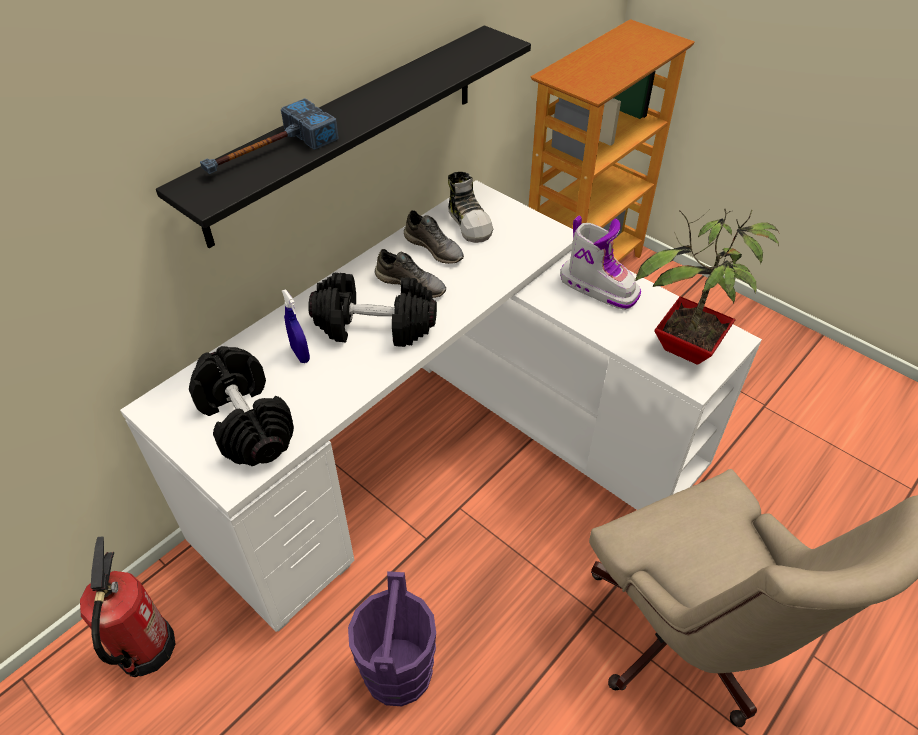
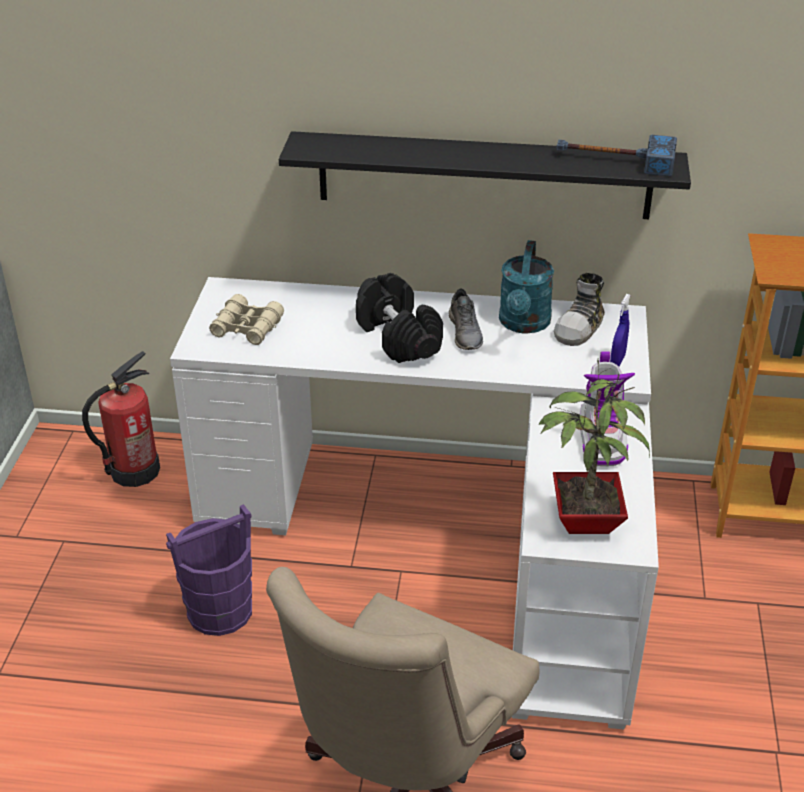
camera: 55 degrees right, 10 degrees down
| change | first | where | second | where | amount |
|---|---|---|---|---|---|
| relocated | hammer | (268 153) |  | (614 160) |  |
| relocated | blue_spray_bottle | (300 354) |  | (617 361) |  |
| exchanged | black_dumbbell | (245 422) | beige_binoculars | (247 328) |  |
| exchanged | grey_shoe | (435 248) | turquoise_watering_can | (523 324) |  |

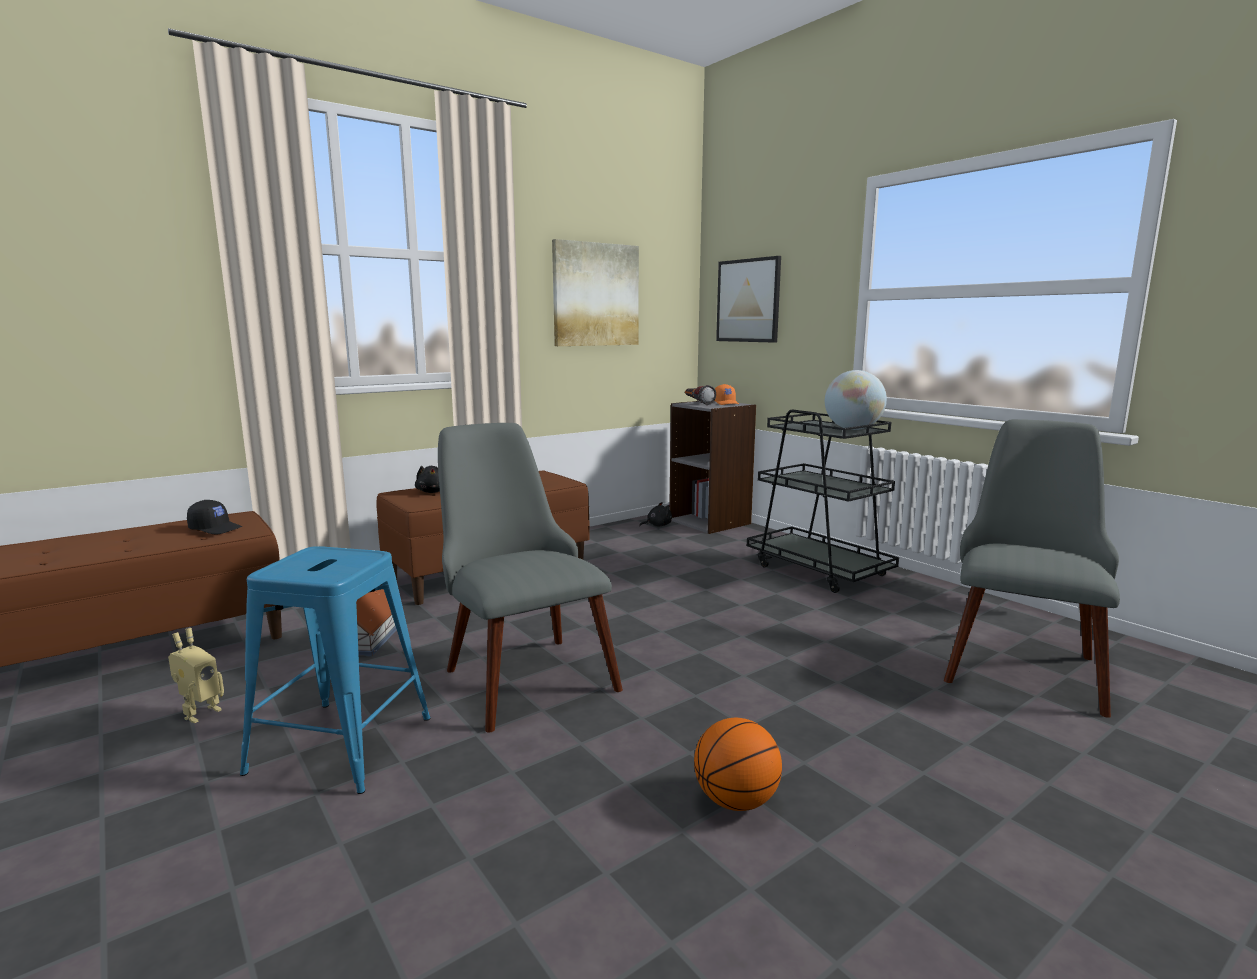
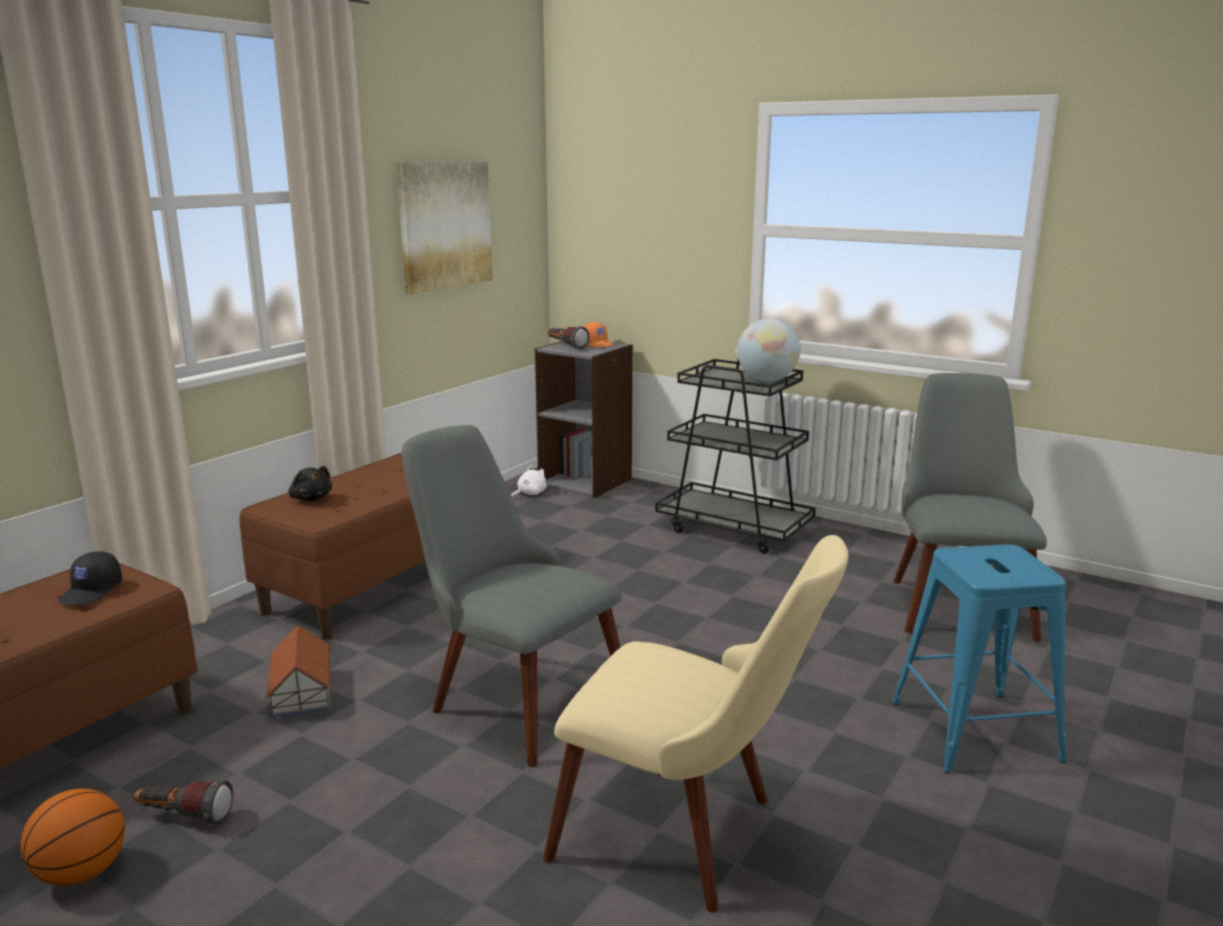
camera: 20 degrees left, 5 degrees up
| change | first | where | second | where | amount |
|---|---|---|---|---|---|
| missing | picture | (748 300) |  |  |  |
| appeared |  |  | beige_chair | (690 835) |  |
| relocated | blue_stool | (341 745) |  | (975 731) |  |
| relocated | basketball | (736 800) |  | (81 873) |  |
| exchanged | toy_robot | (199 713) | flashlight | (184 817) |  |
| colour | black_plush_toy | (657 525) | white_plush_toy | (530 494) |  |
| spun | black_cap | (216 528) |  | (92 592) | 105 degrees clockwise |

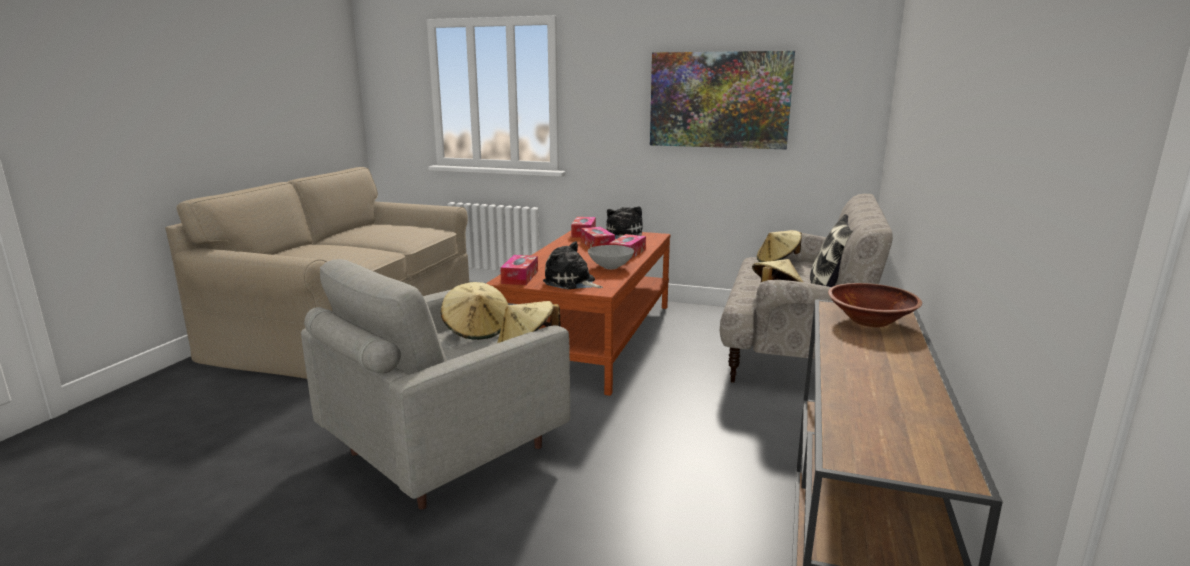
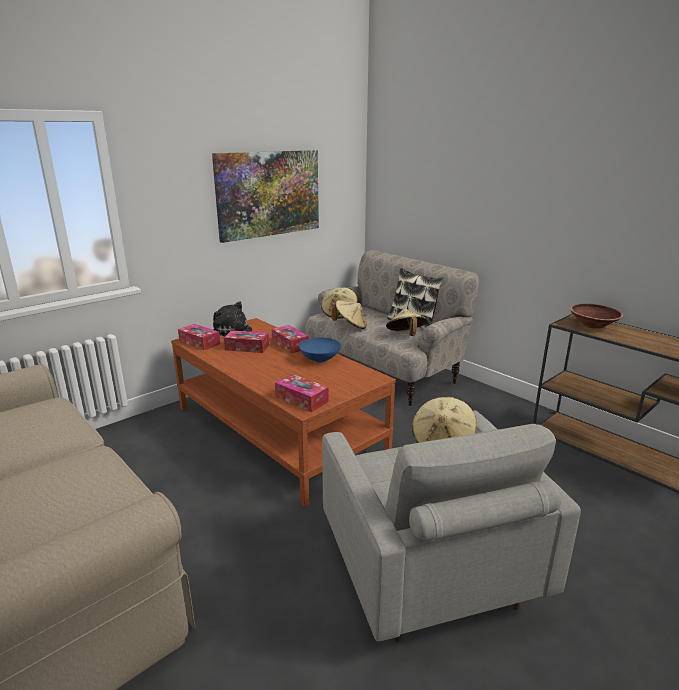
camera: 60 degrees left, 5 degrees up
| change | first | where | second | where | amount |
|---|---|---|---|---|---|
| missing | plush_toy | (571 283) |  |  |  |
| relocated | beige_hat | (477 330) |  | (350 326) |  |
| colour | grey_bowl | (610 267) | blue_bowl | (319 359) |  |

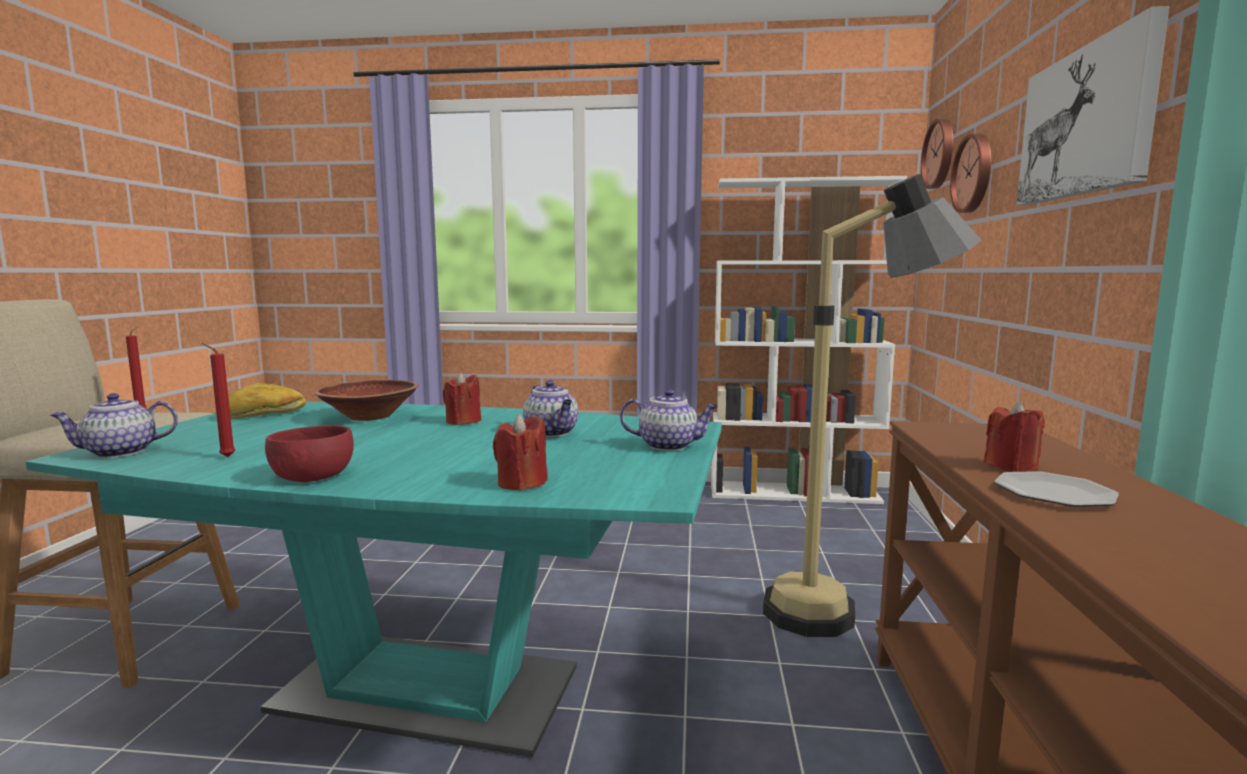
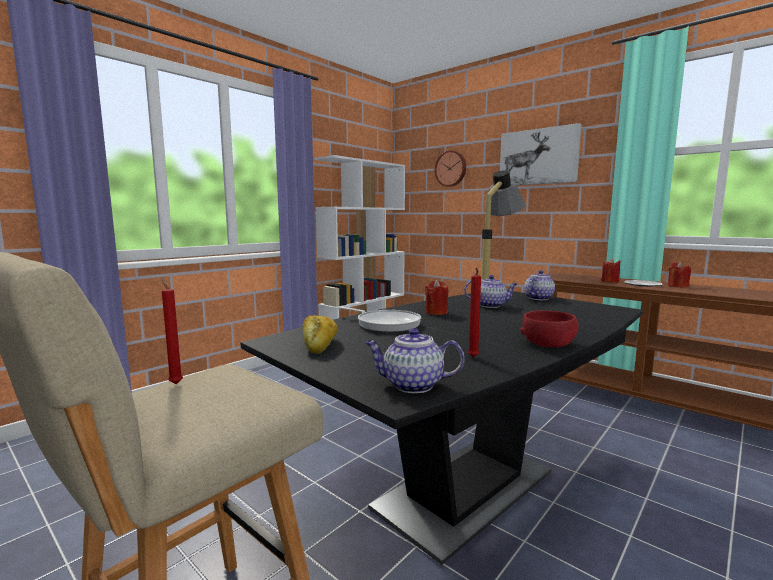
camera: 55 degrees left, 0 degrees up
| change | first | where | second | where | amount |
|---|---|---|---|---|---|
| missing | wall_clock | (940 154) |  |  |  |
| relocated | red_candle | (522 483) |  | (677 286) |  |
| exchanged | brown_bowl | (370 417) | frying_pan | (385 324) |  |
| colour | turquoise_dining_table | (427 690) | black_dining_table | (465 490) |  |
| spun | teapot | (119 452) |  | (412 385) | 90 degrees clockwise |

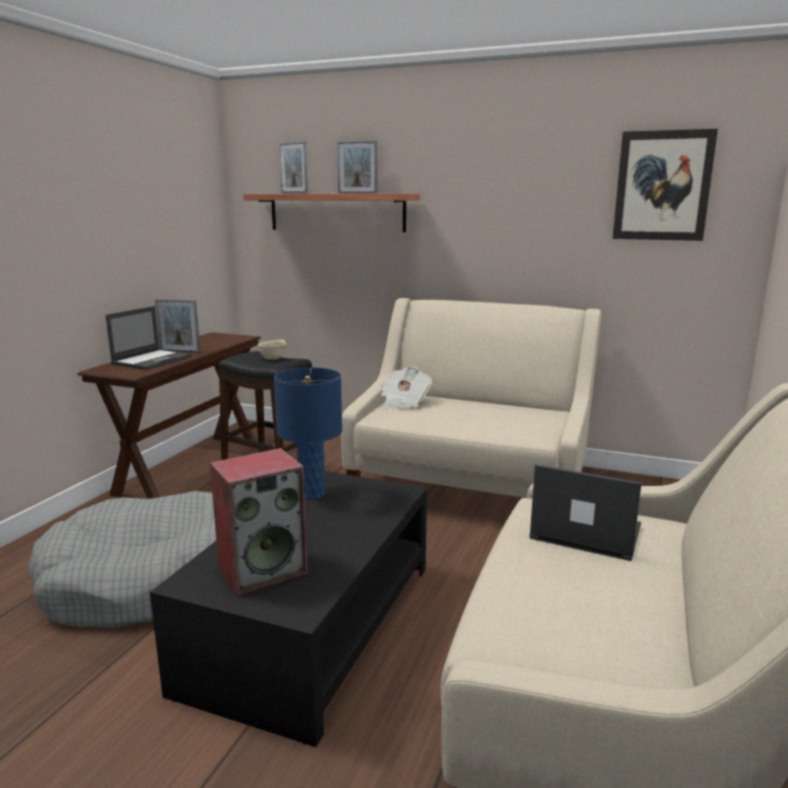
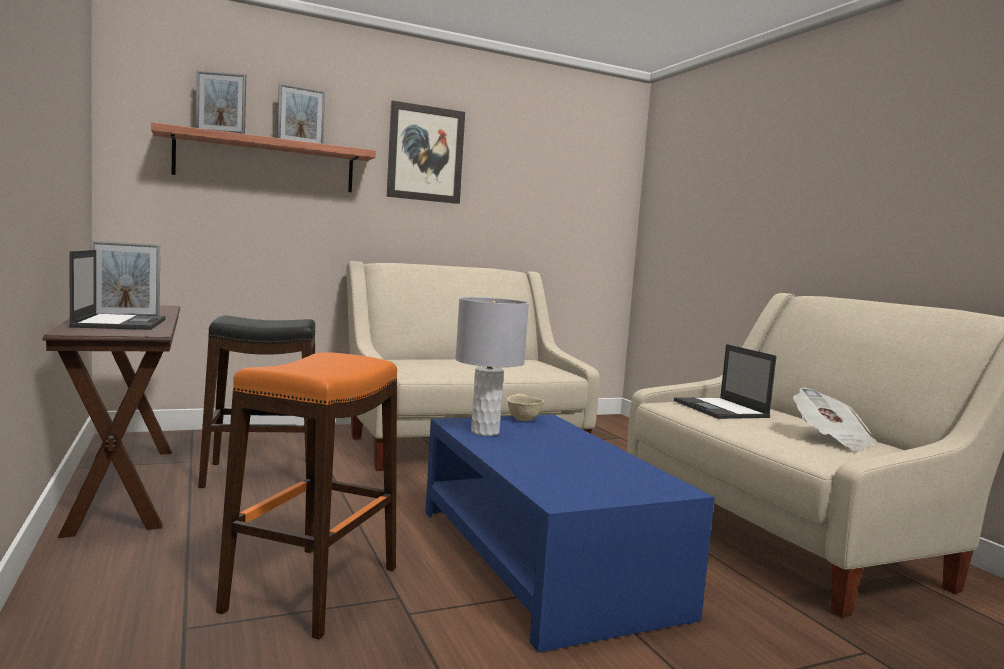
camera: 45 degrees left, 10 degrees down
| change | first | where | second | where | amount |
|---|---|---|---|---|---|
| missing | speaker | (263 570) |  |  |  |
| relocated | beige_bowl | (273 358) |  | (522 419) |  |
| relocated | newspaper | (404 402) |  | (831 440) |  |
| relocated | picture | (662 186) |  | (425 154) |  |
| exchanged | grey_dog_bed | (147 580) | orange_stool | (313 588) |  |
| colour | black_coffee_table | (313 625) | blue_coffee_table | (543 560) |  |
| colour | blue_table_lamp | (312 494) | grey_table_lamp | (485 432) |  |
| spun | laptop | (584 532) |  | (721 409) | 90 degrees counterclockwise |

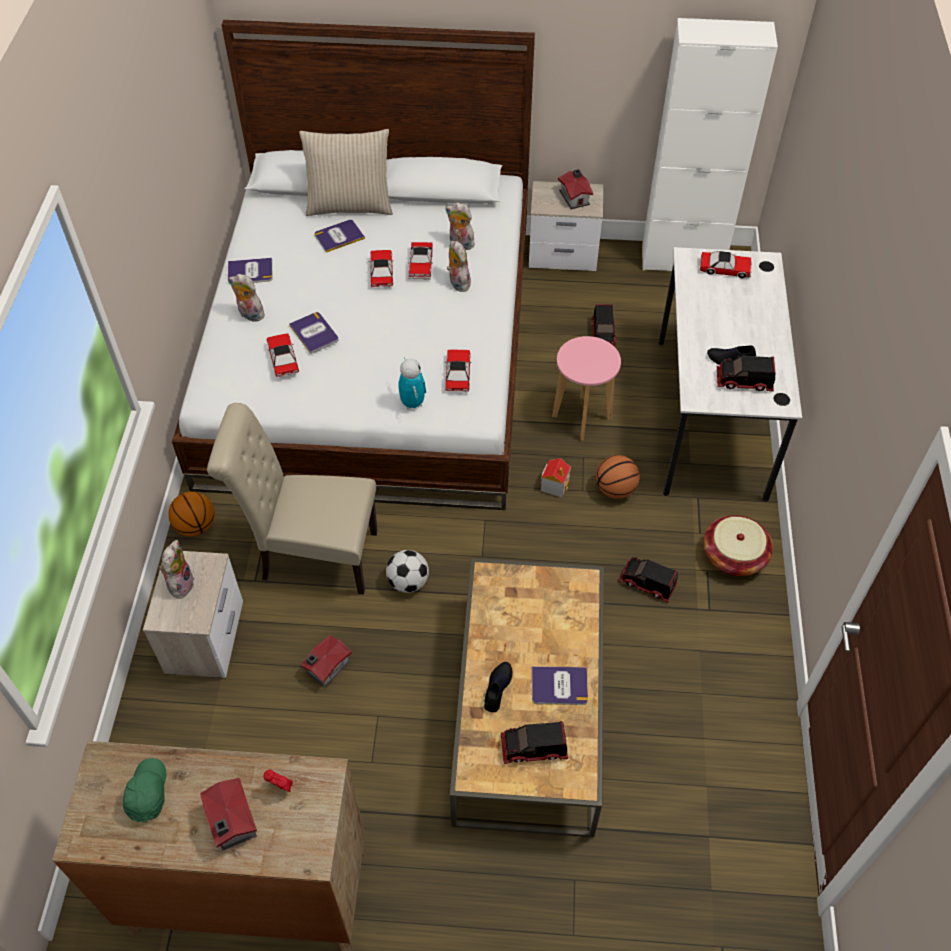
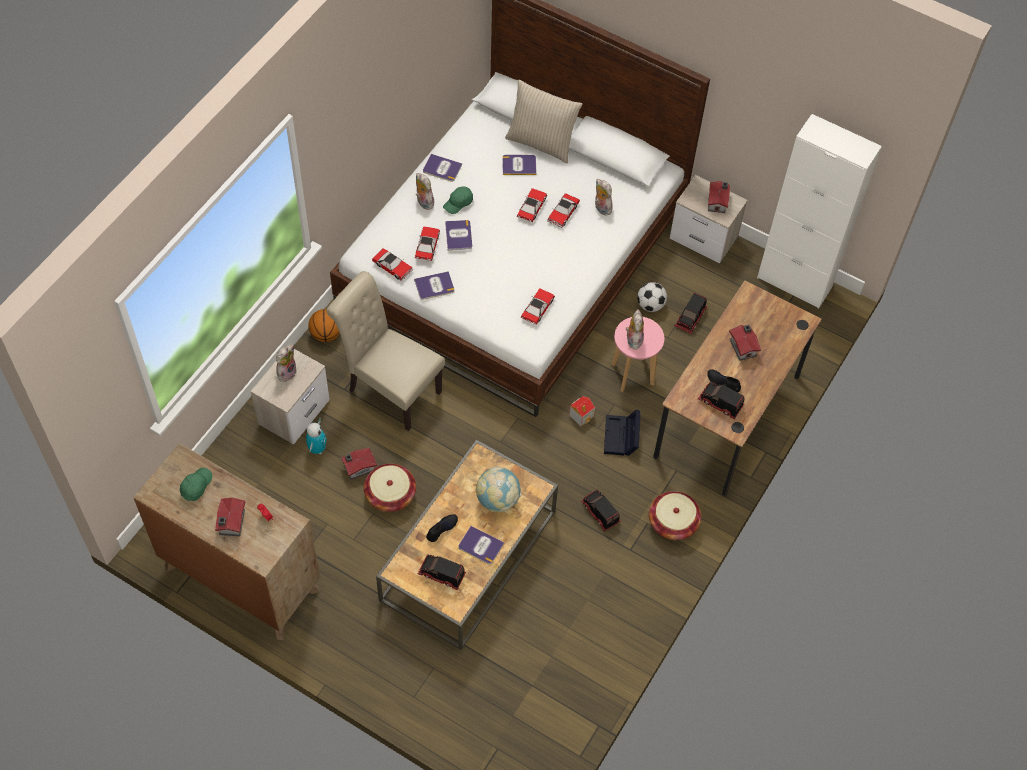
camera: 25 degrees right, 5 degrees up
| change | first | where | second | where | amount |
|---|---|---|---|---|---|
| appeared |  |  | basket | (390 495) |  |
| appeared |  |  | book | (434 286) |  |
| appeared |  |  | green_cap | (458 203) |  |
| appeared |  |  | globe | (497 499) |  |
| appeared |  |  | toy_house | (743 347) |  |
| relocated | football | (408 582) |  | (650 305) |  |
| relocated | toy_robot | (412 403) |  | (317 449) |  |
| relocated | plush_toy | (457 283) |  | (633 339) |  |
| relocated | toy_car | (725 269) |  | (392 267) |  |
| exchanged | basketball | (615 489) | black_storage_box | (621 438) |  |
| colour | white_desk | (710 417) | brown_desk | (727 416) |  |

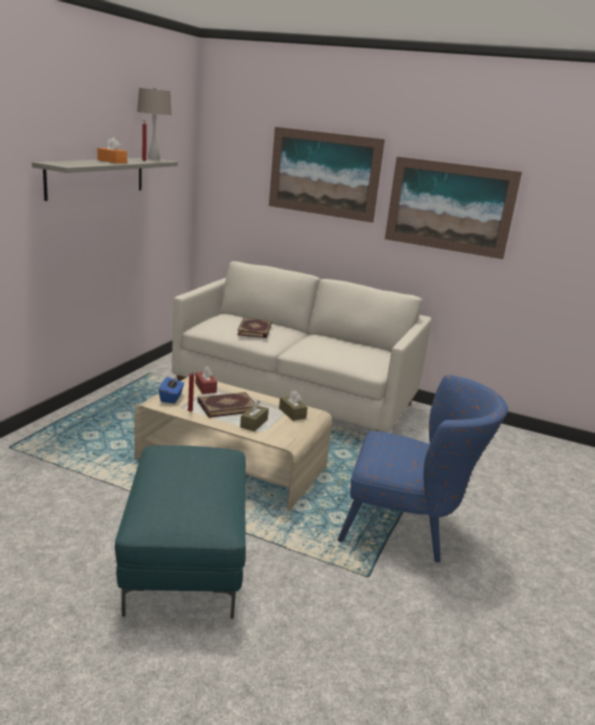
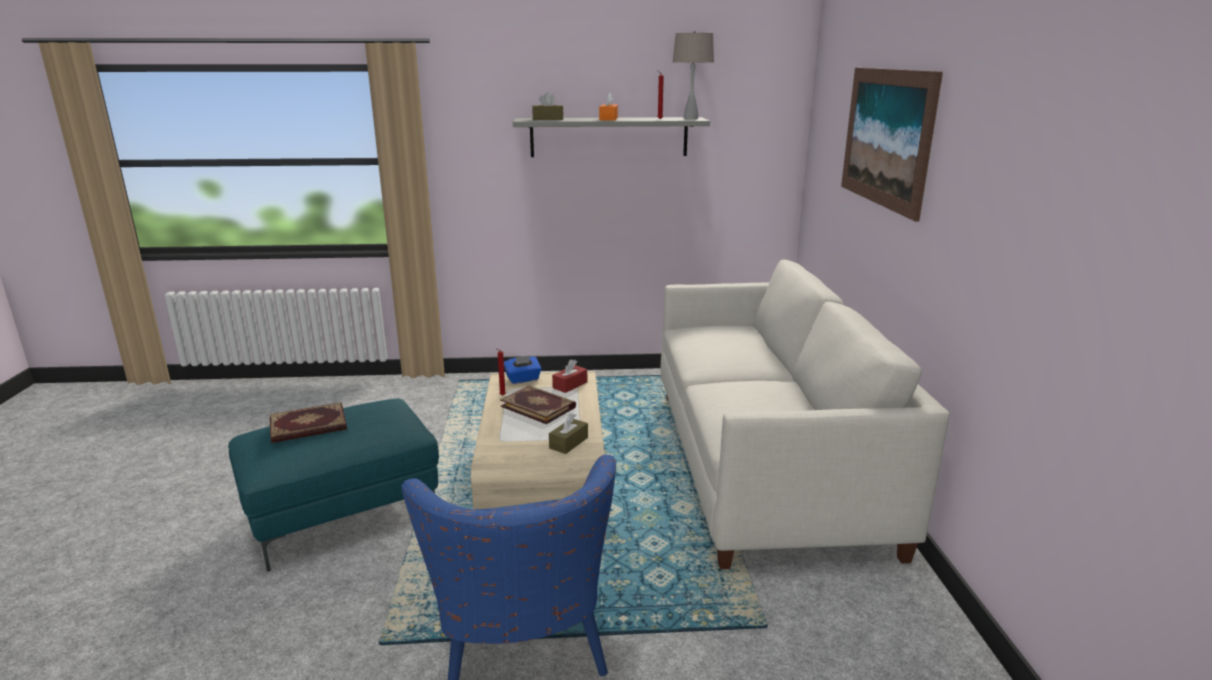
camera: 65 degrees right, 0 degrees up
| change | first | where | second | where | amount |
|---|---|---|---|---|---|
| missing | picture | (449 207) |  |  |  |
| relocated | book | (255 330) |  | (308 426) |  |
| relocated | brown_tissue_box | (254 423) |  | (548 119) |  |

